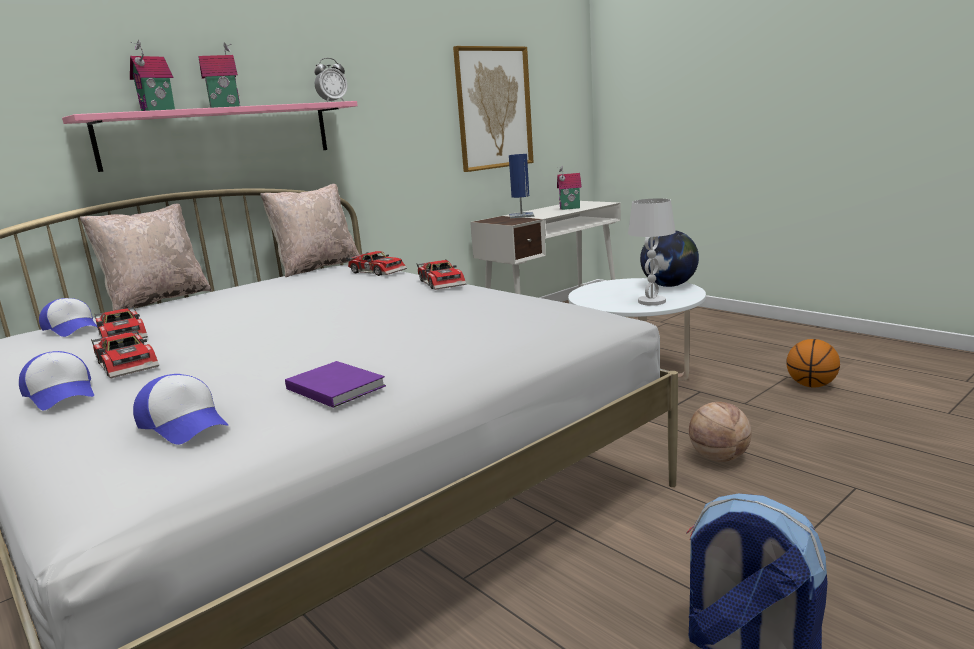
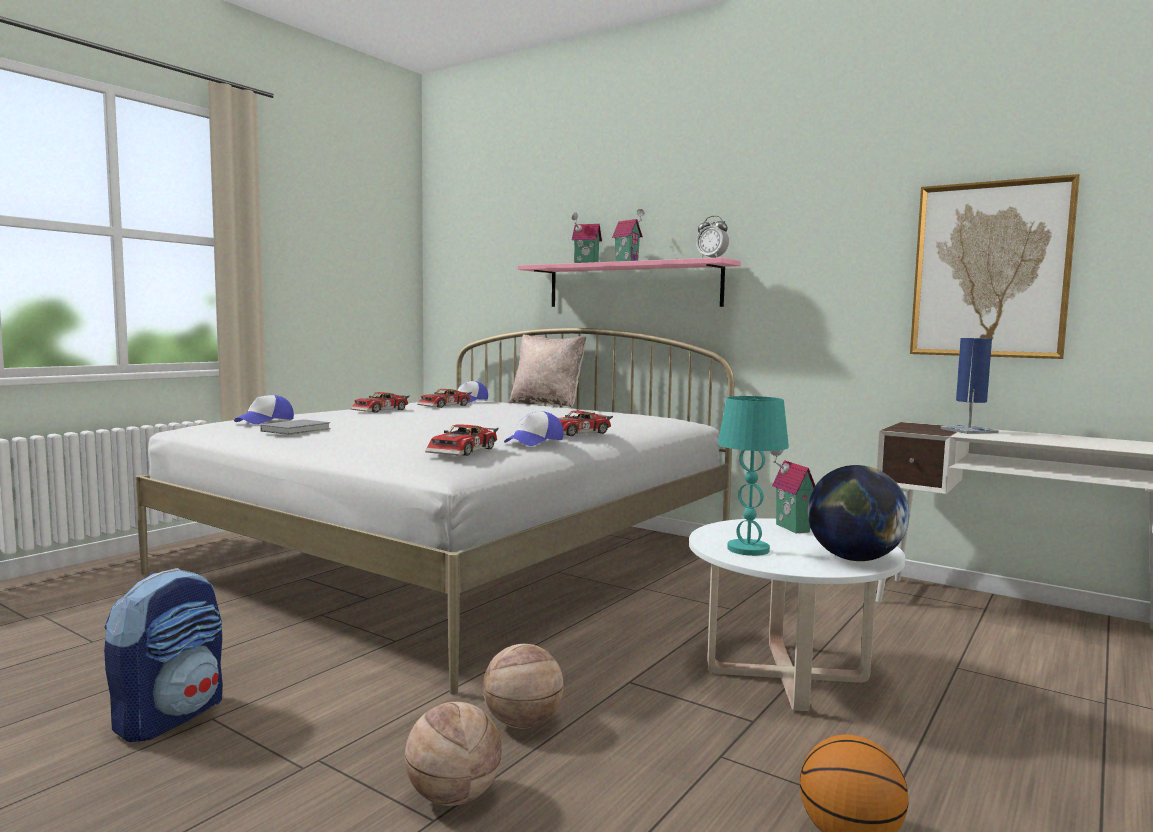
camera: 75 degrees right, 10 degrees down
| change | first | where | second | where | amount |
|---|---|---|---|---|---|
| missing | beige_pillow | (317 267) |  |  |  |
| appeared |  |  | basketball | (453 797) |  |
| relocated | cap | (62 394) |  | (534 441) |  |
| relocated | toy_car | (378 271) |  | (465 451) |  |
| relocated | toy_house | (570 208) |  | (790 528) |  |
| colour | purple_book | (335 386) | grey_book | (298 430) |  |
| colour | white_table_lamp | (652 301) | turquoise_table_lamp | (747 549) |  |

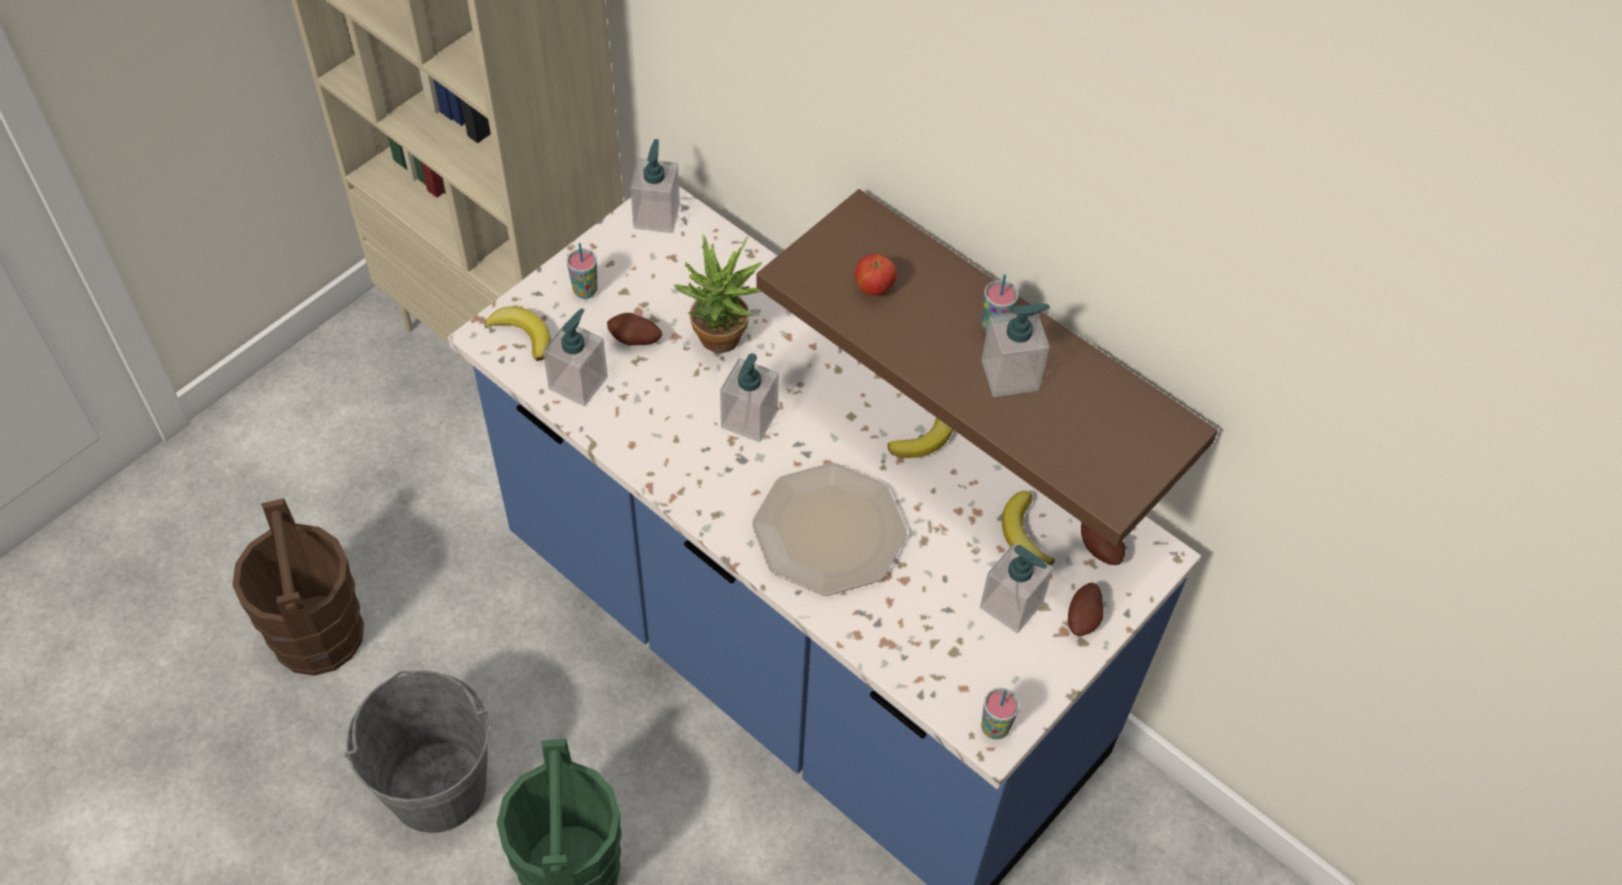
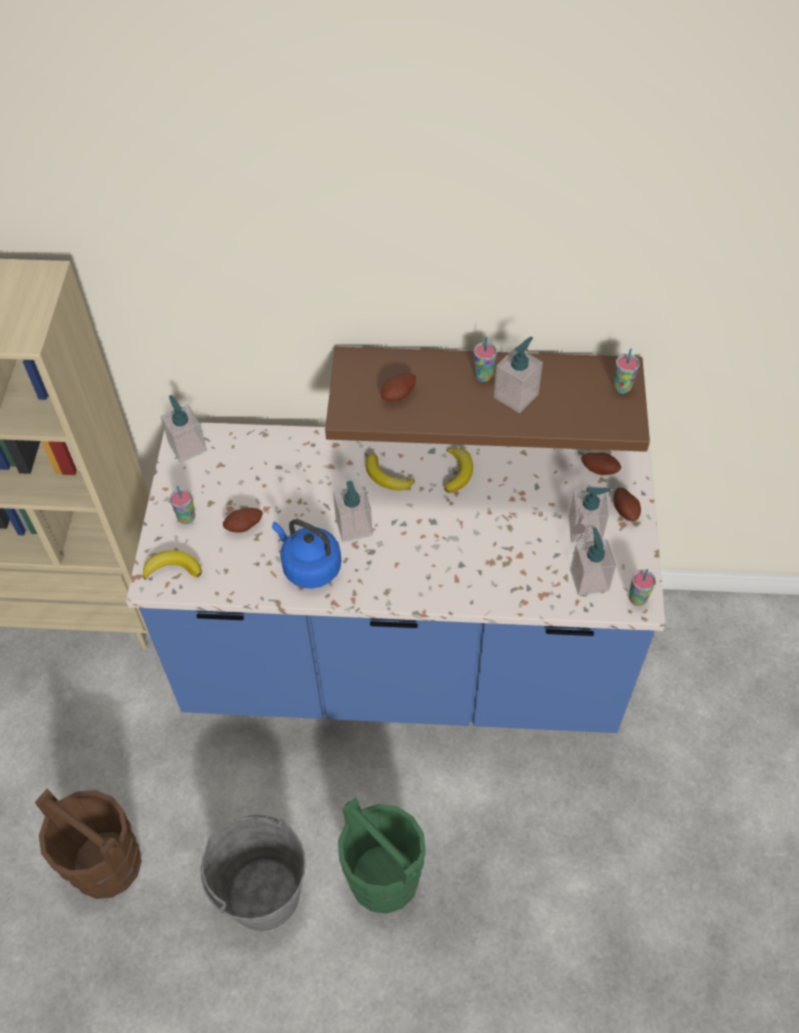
camera: 35 degrees left, 0 degrees up
| change | first | where | second | where | amount |
|---|---|---|---|---|---|
| missing | potted_plant | (723 344) |  |  |  |
| missing | plate | (828 530) |  |  |  |
| appeared |  |  | blue_kettle | (309 566) |  |
| appeared |  |  | cup | (621 387) |  |
| relocated | soap_dispenser | (578 383) |  | (589 579) |  |
| relocated | banana | (1024 534) |  | (386 477) |  |
| exchanged | apple | (874 288) | potato | (399 395) |  |

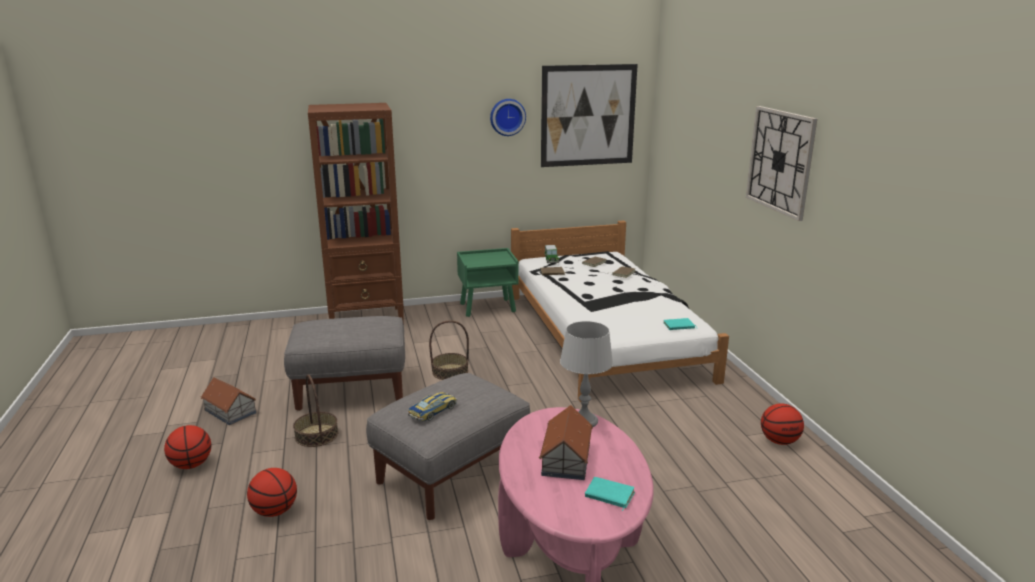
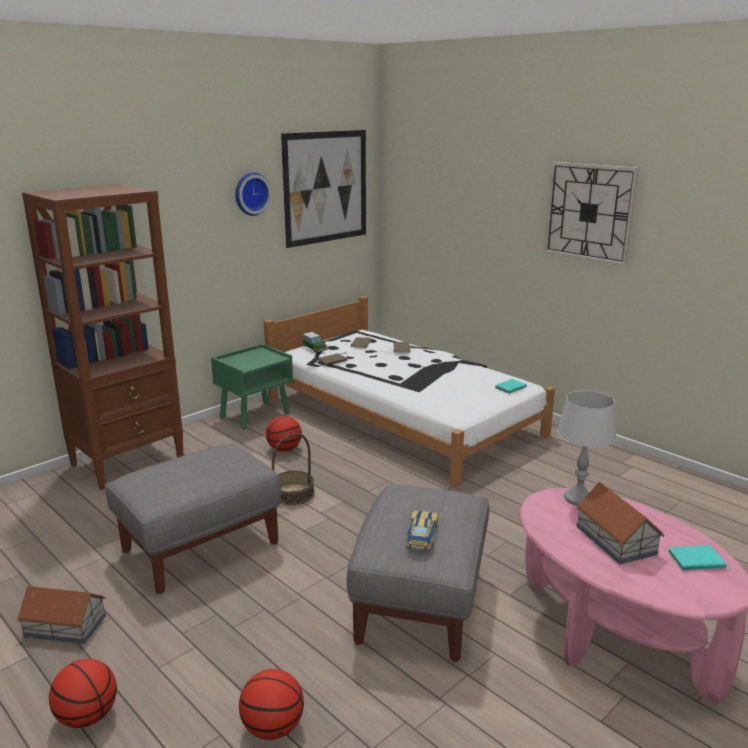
camera: 30 degrees left, 0 degrees up
| change | first | where | second | where | amount |
|---|---|---|---|---|---|
| missing | basket | (316 435) |  |  |  |
| relocated | basketball | (779 441) |  | (284 449) |  |

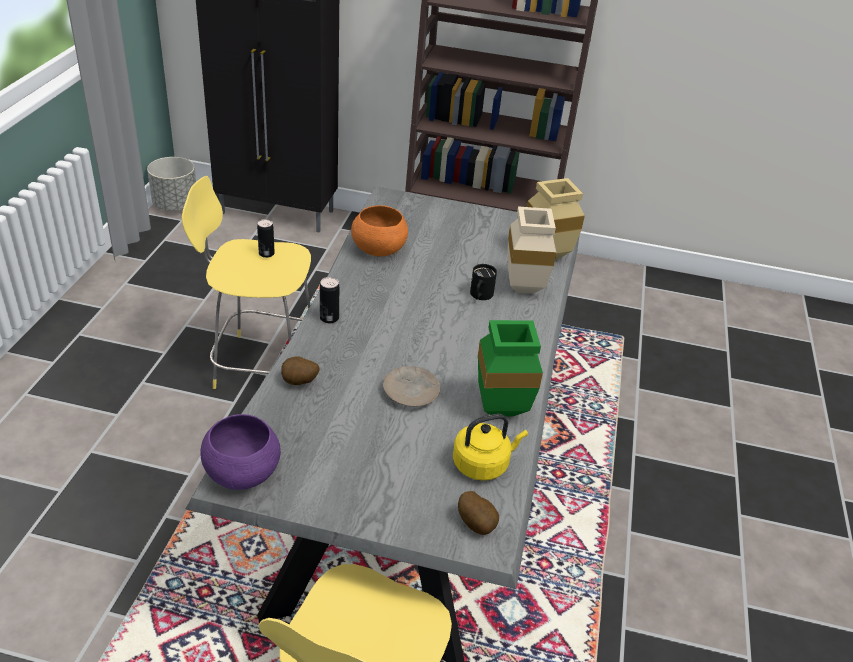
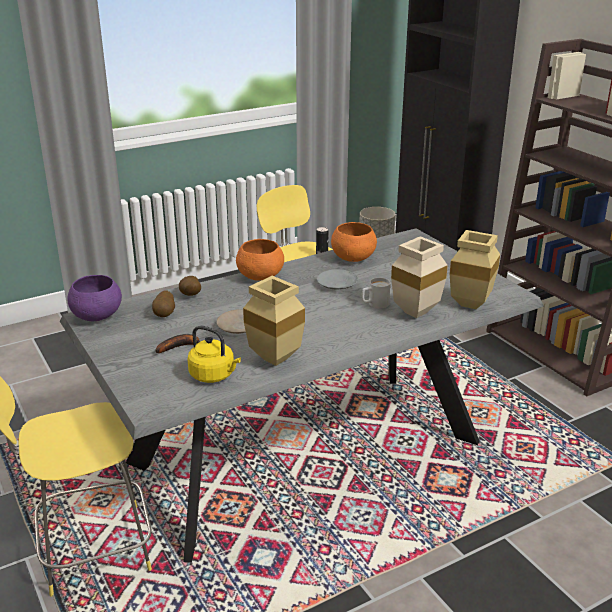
camera: 50 degrees right, 10 degrees down
| change | first | where | second | where | amount |
|---|---|---|---|---|---|
| appeared |  |  | banana | (181 347) |  |
| appeared |  |  | grey_plate | (337 284) |  |
| relocated | potato | (477 524) |  | (165 314) |  |
| exchanged | can | (329 318) | orange_bowl | (260 276) |  |
| colour | black_mug | (480 296) | white_mug | (374 304) |  |
| colour | green_vase | (498 411) | beige_vase | (272 359) |  |

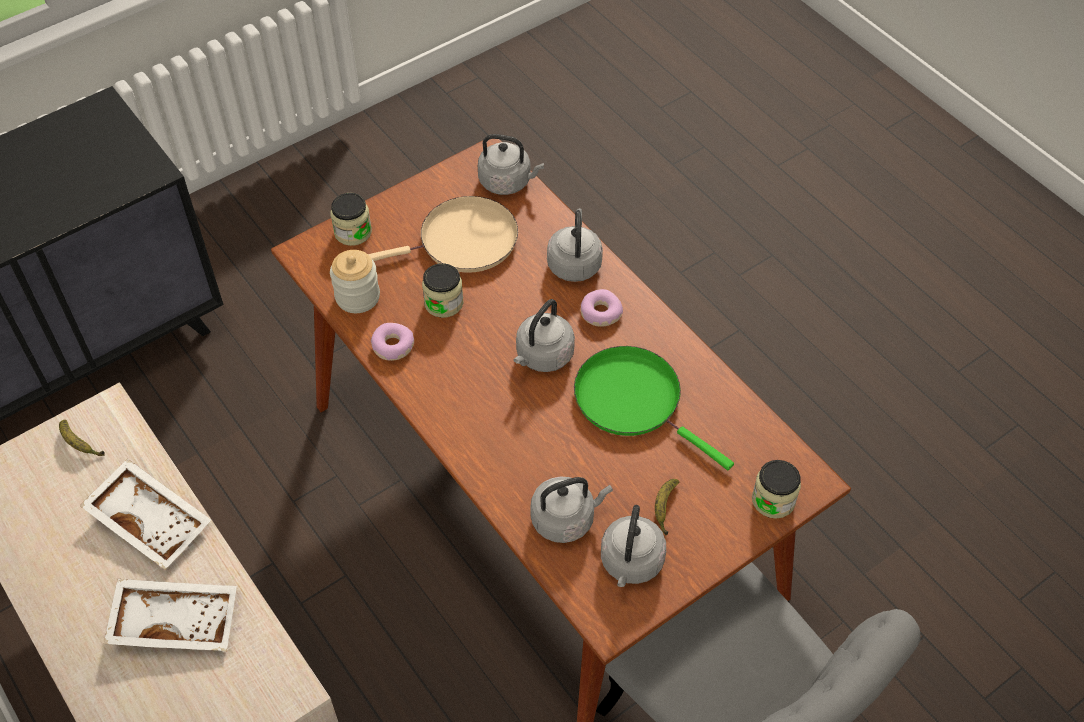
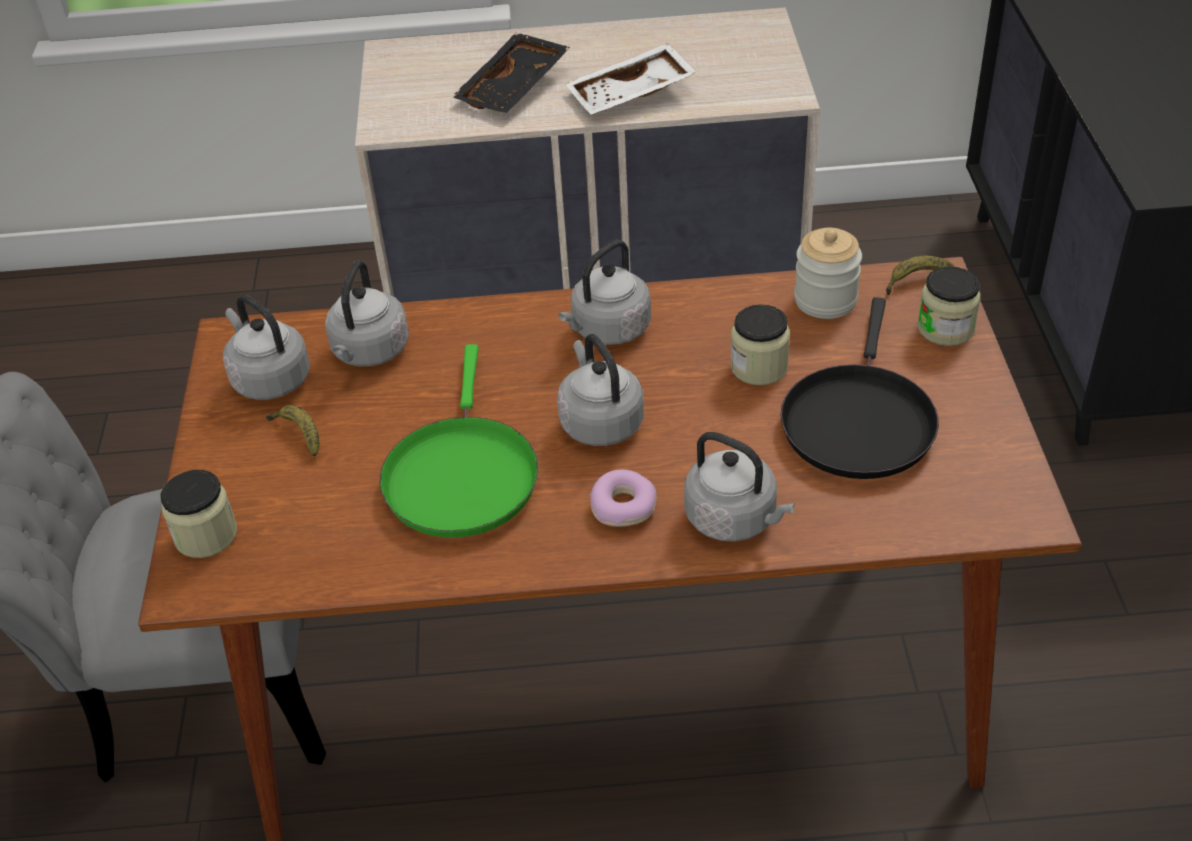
camera: 125 degrees right, 10 degrees down
| change | first | where | second | where | amount |
|---|---|---|---|---|---|
| missing | donut | (393 346) |  |  |  |
| relocated | banana | (79 444) |  | (916 281) |  |
| relocated | grey_kettle | (508 182) |  | (608 330) |  |
| colour | white_tray | (176 620) | black_tray | (515 88) |  |
| colour | beige_frying_pan | (462 242) | black_frying_pan | (858 421) |  |
| spun | green_frying_pan | (633 400) |  | (460 475) | 105 degrees clockwise |

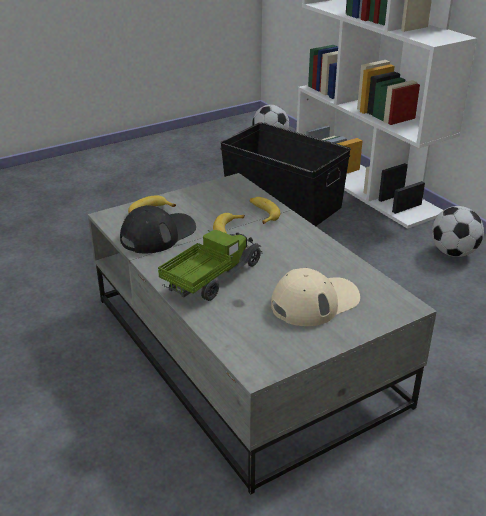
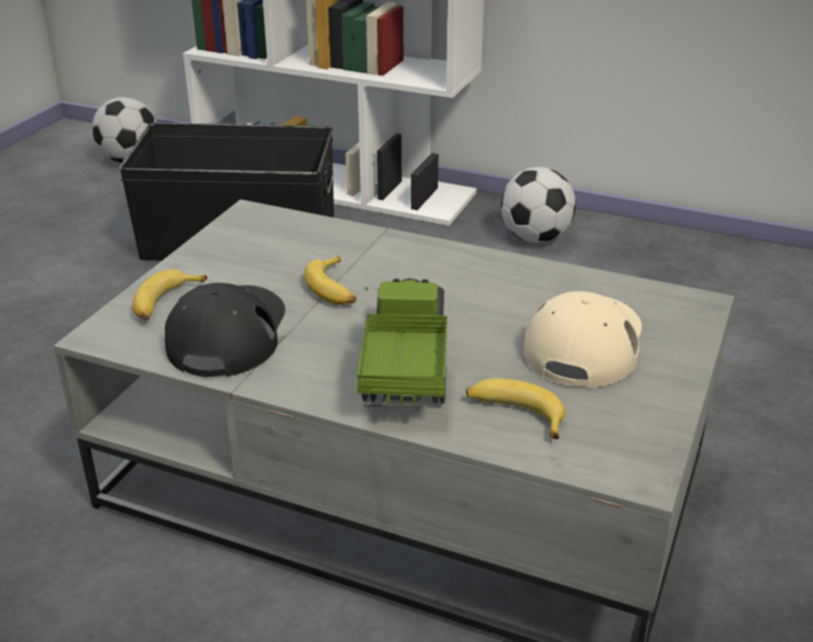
camera: 35 degrees left, 0 degrees up
| change | first | where | second | where | amount |
|---|---|---|---|---|---|
| relocated | banana | (262 213) |  | (515 414) |  |

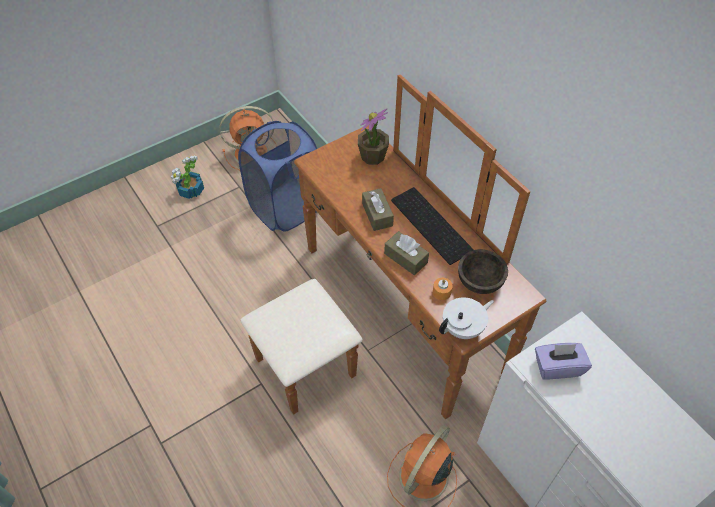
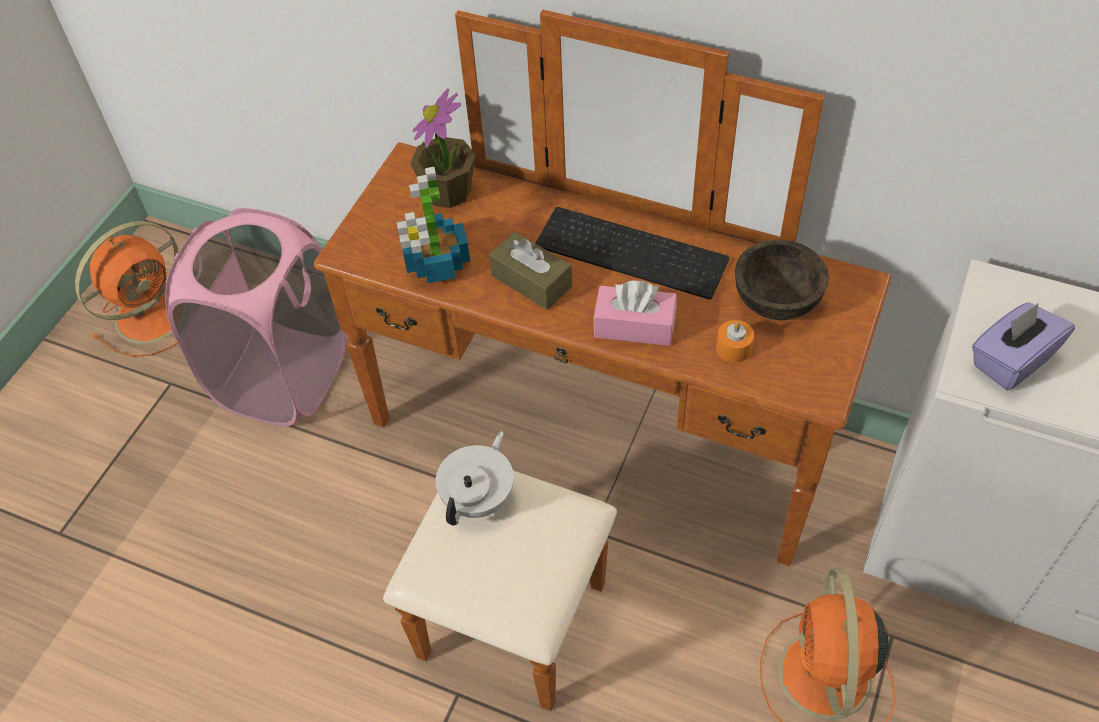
camera: 30 degrees left, 0 degrees up
| change | first | where | second | where | amount |
|---|---|---|---|---|---|
| relocated | potted_plant | (190 191) |  | (436 264) |  |
| relocated | white_teapot | (463 328) |  | (479 498) |  |
| colour | blue_laundry_basket | (285 208) | pink_laundry_basket | (283 377) |  |
| colour | brown_tissue_box | (405 258) | pink_tissue_box | (634 326) |  |

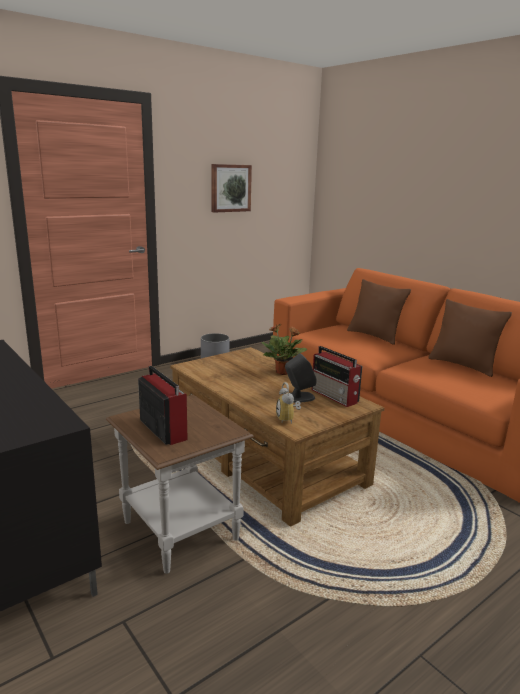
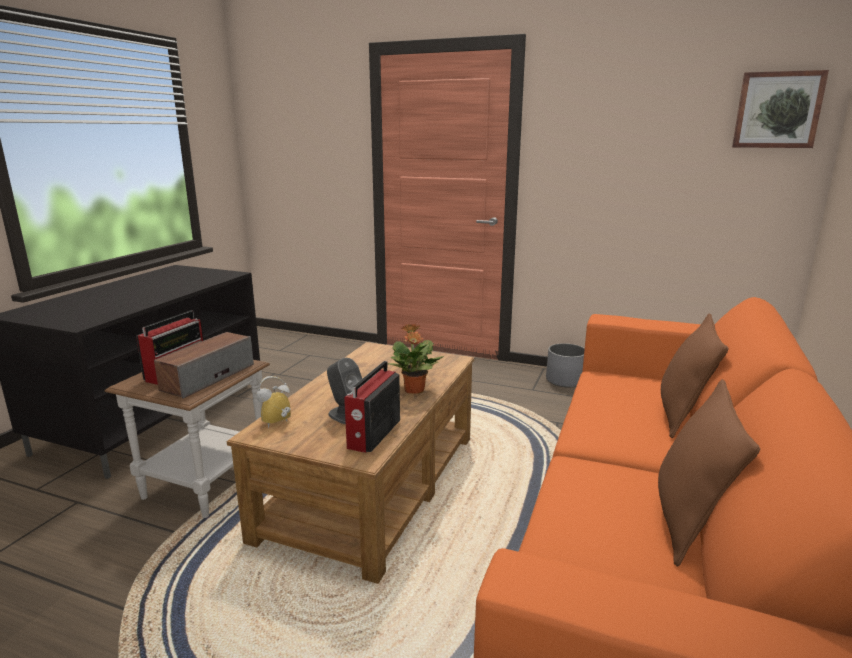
camera: 60 degrees right, 0 degrees up
| change | first | where | second | where | amount |
|---|---|---|---|---|---|
| appeared |  |  | speaker | (208 377) |  |
| relocated | picture | (230 188) |  | (777 110) |  |

